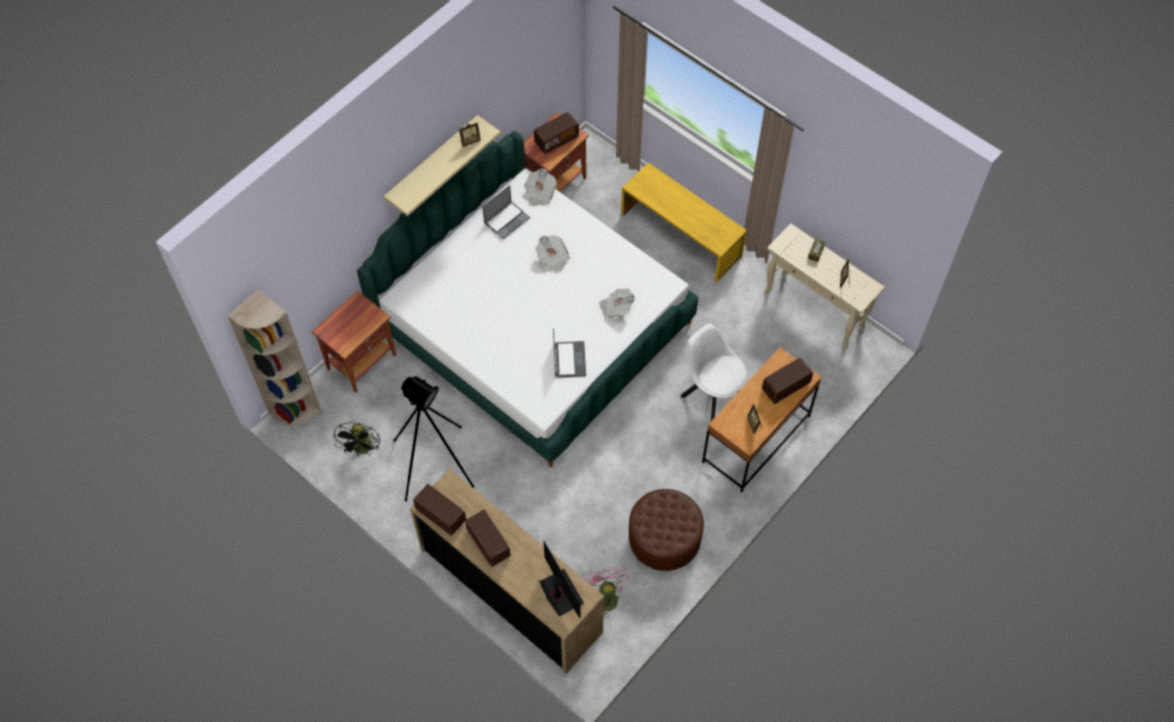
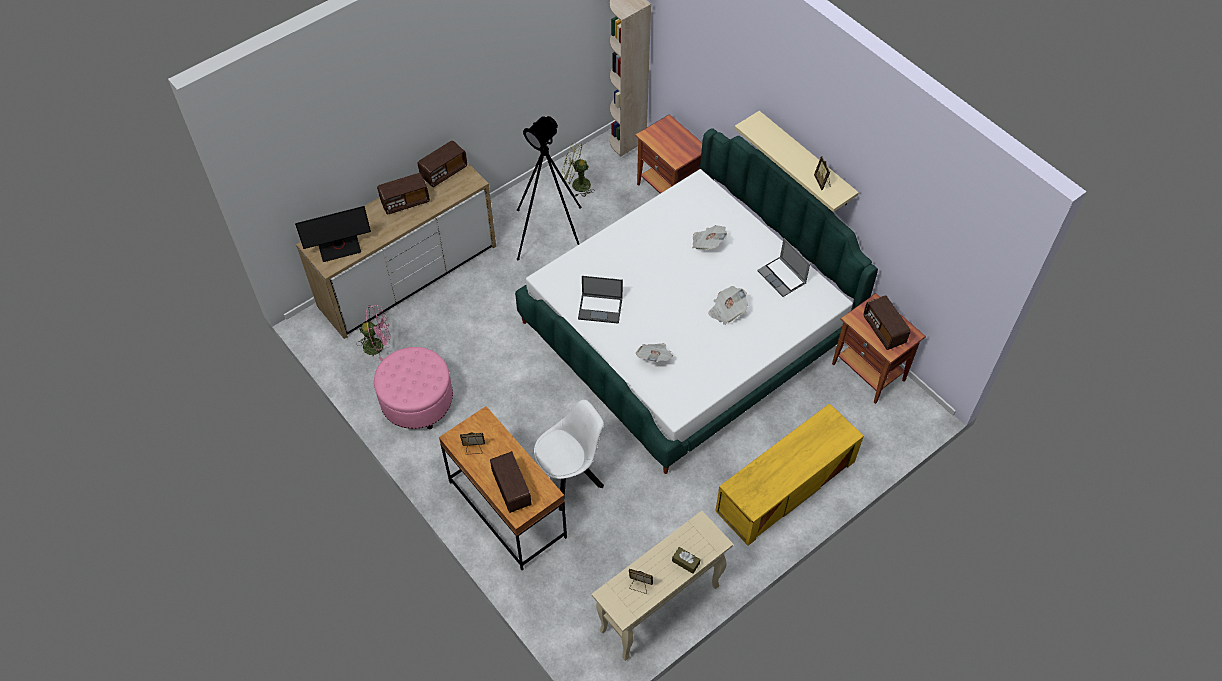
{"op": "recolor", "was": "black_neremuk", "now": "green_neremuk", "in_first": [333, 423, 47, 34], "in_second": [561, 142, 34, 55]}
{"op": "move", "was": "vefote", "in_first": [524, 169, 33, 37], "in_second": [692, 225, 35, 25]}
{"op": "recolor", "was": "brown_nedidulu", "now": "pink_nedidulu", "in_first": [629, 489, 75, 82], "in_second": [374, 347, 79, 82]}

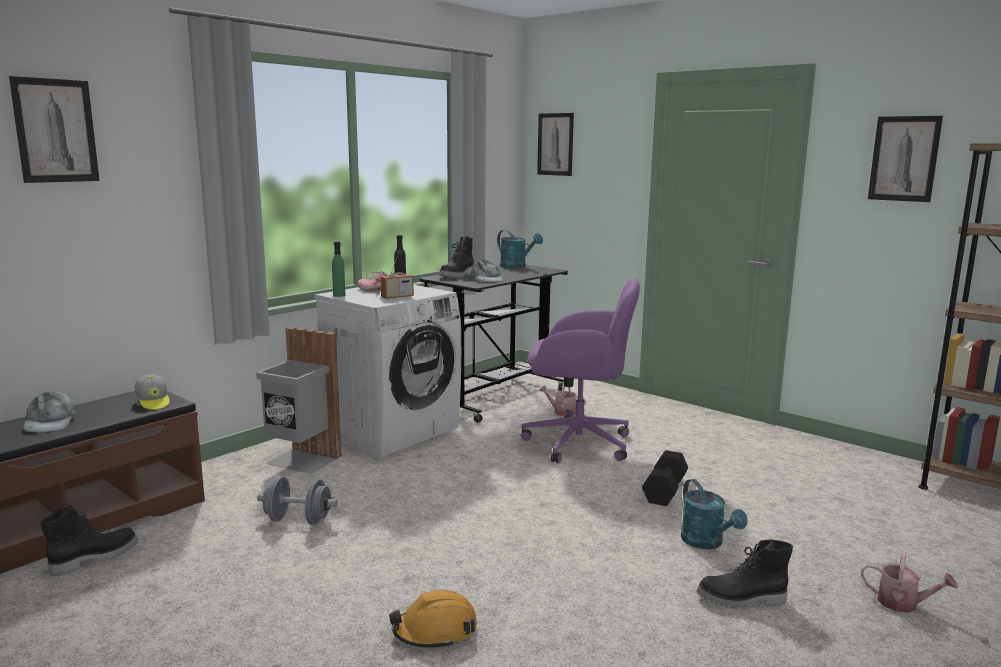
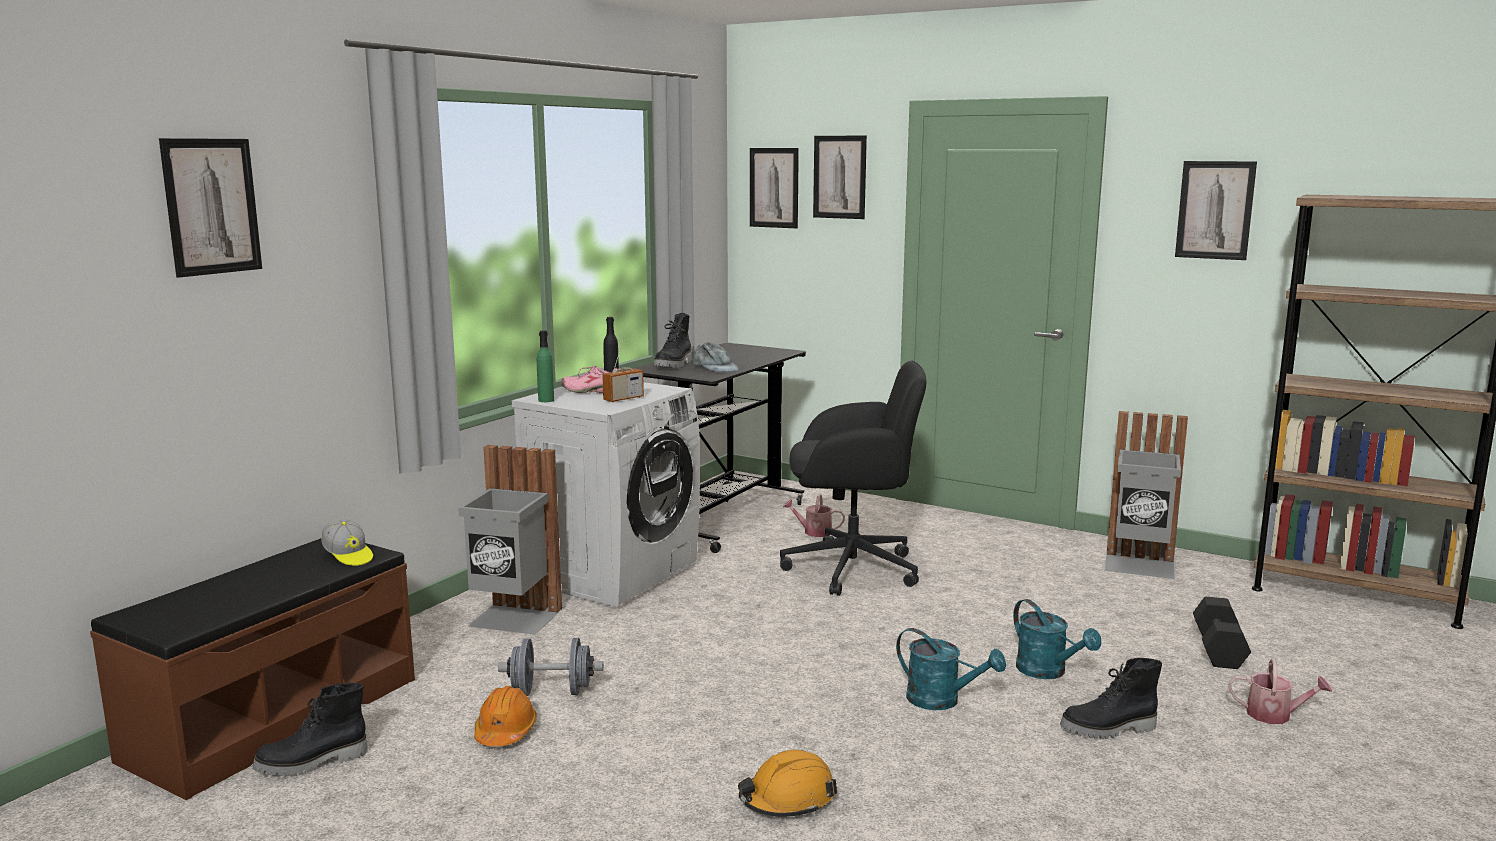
{"op": "delete", "was": "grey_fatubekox", "in_first": [23, 392, 53, 41]}
{"op": "rotate", "was": "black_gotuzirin", "in_first": [40, 505, 98, 72], "in_second": [253, 683, 115, 93], "clockwise": -150}
{"op": "move", "was": "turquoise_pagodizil", "in_first": [497, 230, 46, 38], "in_second": [896, 628, 110, 82]}
{"op": "recolor", "was": "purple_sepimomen", "now": "black_sepimomen", "in_first": [521, 278, 119, 185], "in_second": [780, 361, 146, 235]}
{"op": "move", "was": "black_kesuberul", "in_first": [642, 450, 46, 56], "in_second": [1193, 597, 58, 72]}
{"op": "insert", "now": "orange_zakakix", "in_second": [474, 686, 63, 60]}
{"op": "insert", "now": "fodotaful", "in_second": [813, 136, 54, 83]}
{"op": "insert", "now": "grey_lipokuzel", "in_second": [1105, 411, 83, 168]}

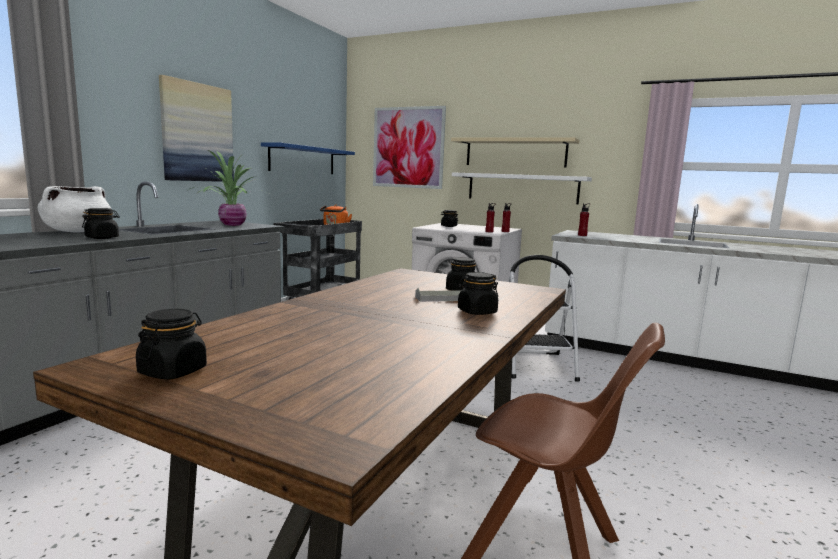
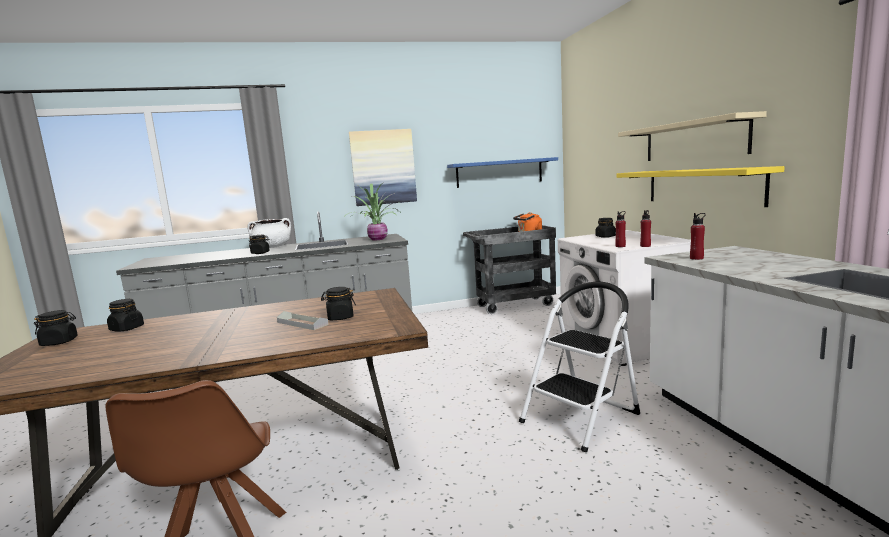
{"op": "delete", "was": "fodotaful", "in_first": [373, 106, 73, 83]}
{"op": "recolor", "was": "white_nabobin", "now": "yellow_nabobin", "in_first": [452, 172, 140, 32], "in_second": [616, 166, 169, 41]}
{"op": "move", "was": "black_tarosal", "in_first": [458, 272, 40, 43], "in_second": [107, 299, 37, 33]}

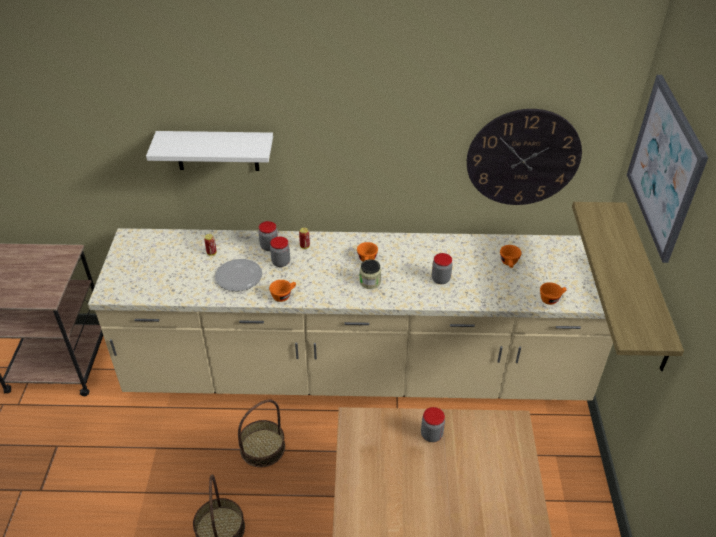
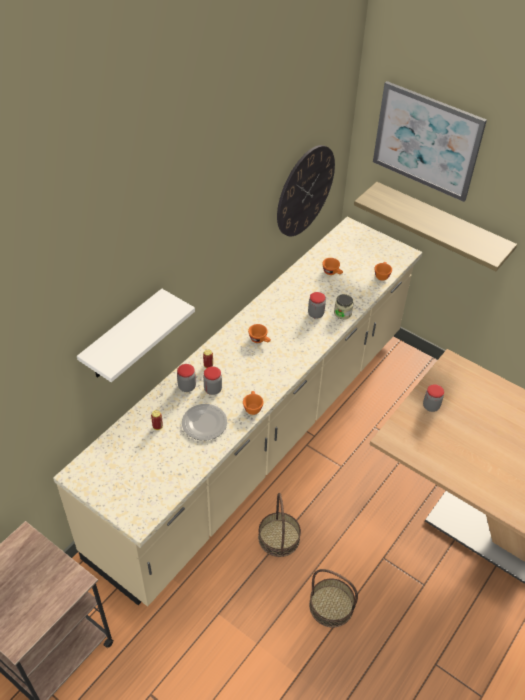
{"op": "move", "was": "tarosal", "in_first": [360, 259, 21, 30], "in_second": [334, 294, 19, 25]}

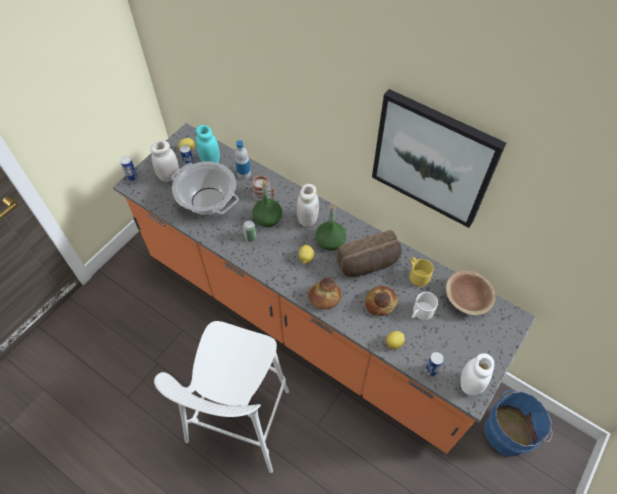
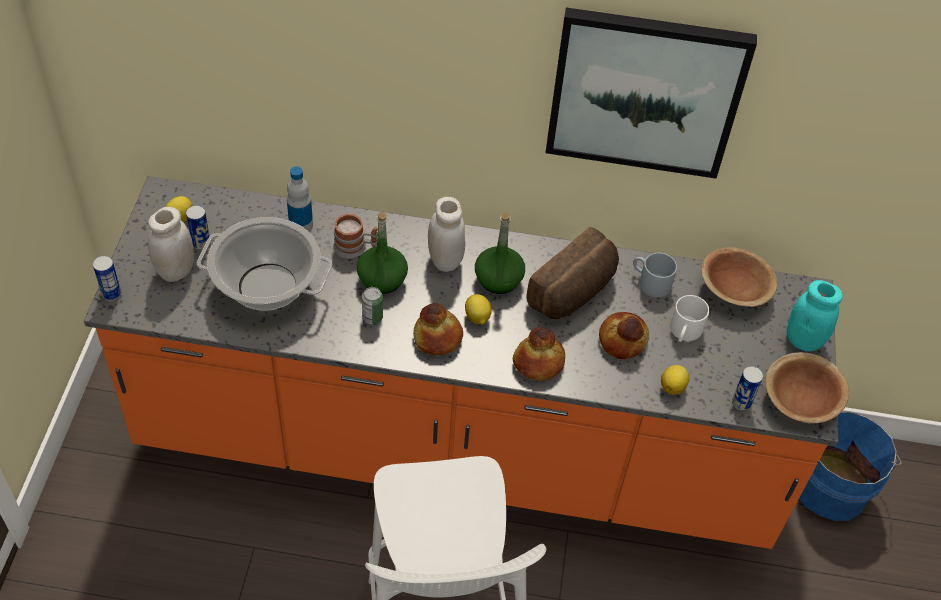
{"op": "move", "was": "turquoise_tarosal", "in_first": [196, 125, 24, 38], "in_second": [787, 280, 56, 72]}
{"op": "recolor", "was": "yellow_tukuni", "now": "grey_tukuni", "in_first": [410, 257, 23, 30], "in_second": [633, 253, 44, 45]}
{"op": "replace", "was": "white_tarosal", "now": "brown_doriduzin", "in_first": [461, 353, 33, 43], "in_second": [765, 352, 84, 72]}
{"op": "insert", "now": "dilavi", "in_second": [413, 303, 50, 52]}

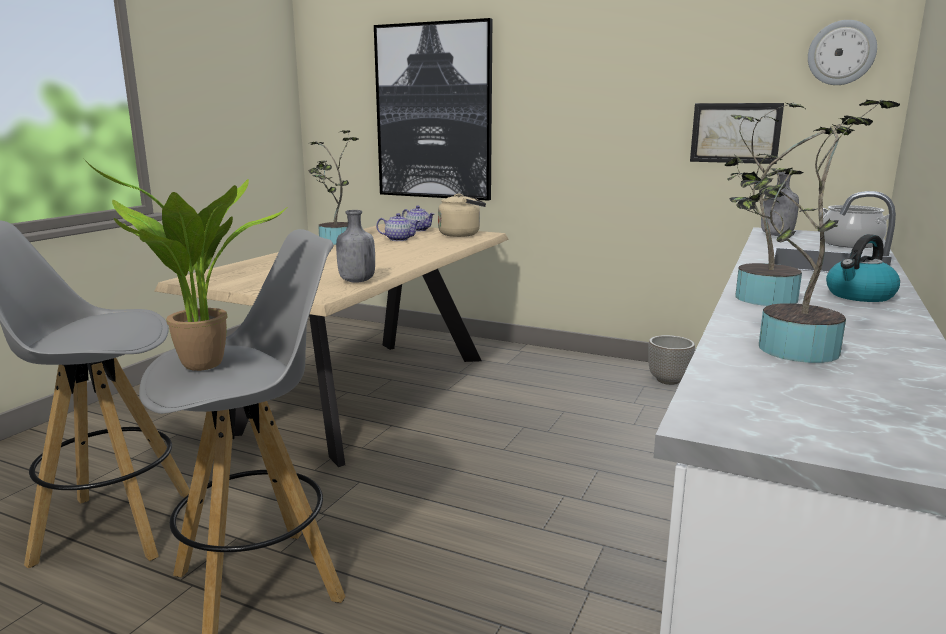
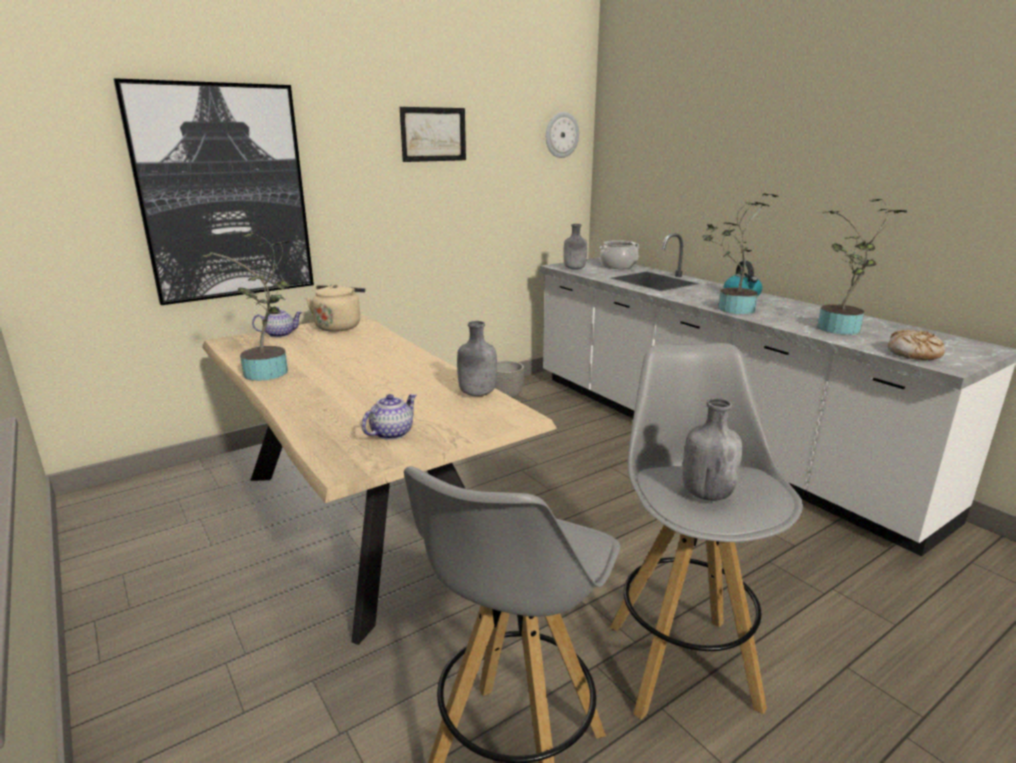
{"op": "replace", "was": "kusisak", "now": "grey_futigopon", "in_first": [82, 157, 205, 214], "in_second": [682, 398, 60, 103]}
{"op": "move", "was": "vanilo", "in_first": [376, 213, 44, 28], "in_second": [362, 394, 55, 46]}
{"op": "move", "was": "fodotaful", "in_first": [690, 103, 94, 61], "in_second": [400, 107, 66, 55]}
{"op": "insert", "now": "dilavi", "in_second": [888, 330, 57, 30]}

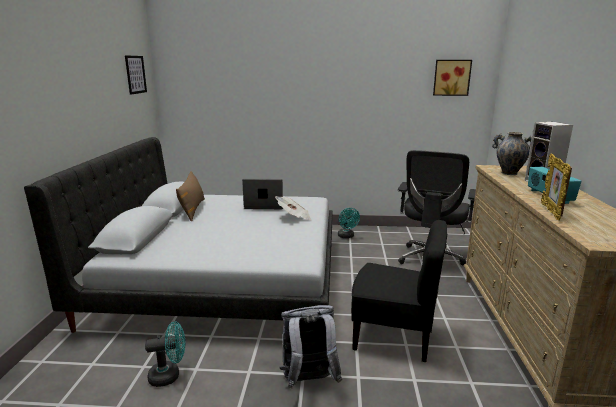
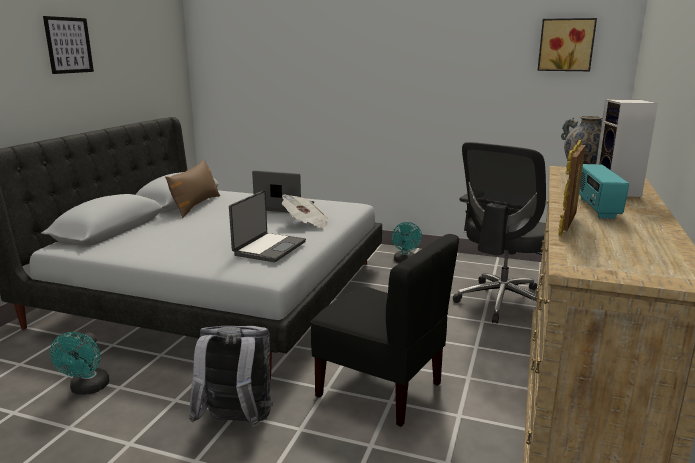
{"op": "move", "was": "fodotaful", "in_first": [125, 55, 22, 40], "in_second": [43, 16, 51, 58]}
{"op": "rotate", "was": "turquoise_neremuk", "in_first": [145, 322, 40, 65], "in_second": [50, 332, 60, 63], "clockwise": 90}
{"op": "insert", "now": "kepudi", "in_second": [229, 191, 77, 71]}

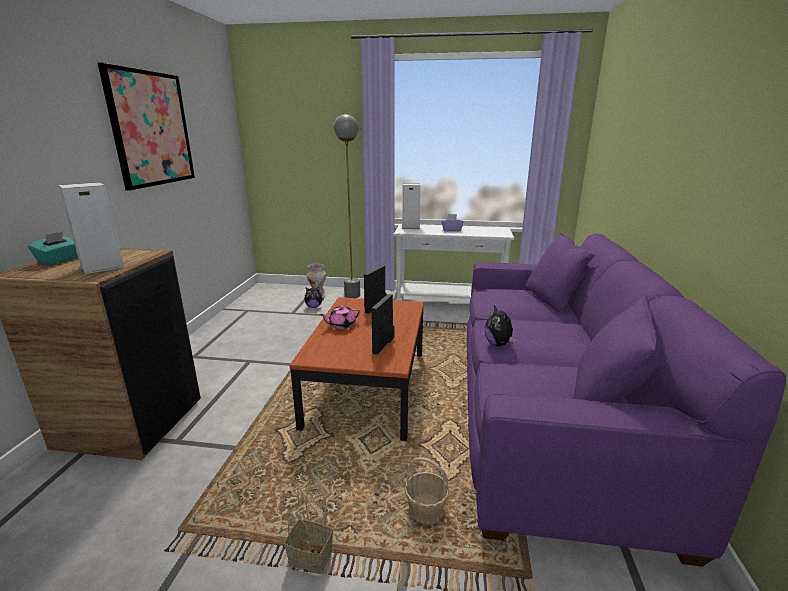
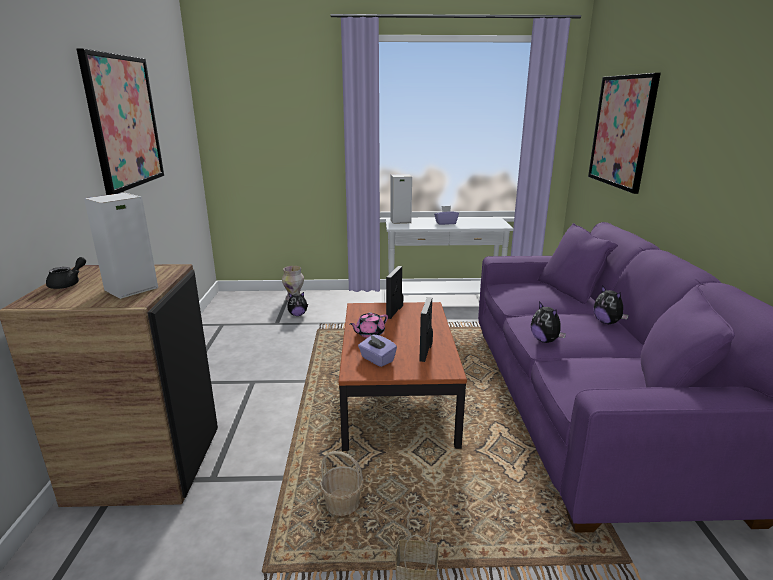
{"op": "replace", "was": "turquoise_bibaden", "now": "black_vanilo", "in_first": [28, 231, 50, 34], "in_second": [46, 257, 40, 32]}
{"op": "delete", "was": "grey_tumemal", "in_first": [334, 114, 26, 184]}
{"op": "move", "was": "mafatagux", "in_first": [404, 457, 45, 67], "in_second": [320, 451, 44, 65]}
{"op": "insert", "now": "purple_bibaden", "in_second": [358, 334, 39, 33]}
{"op": "insert", "now": "fodotaful", "in_second": [588, 73, 73, 121]}
{"op": "insert", "now": "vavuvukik", "in_second": [594, 285, 35, 39]}

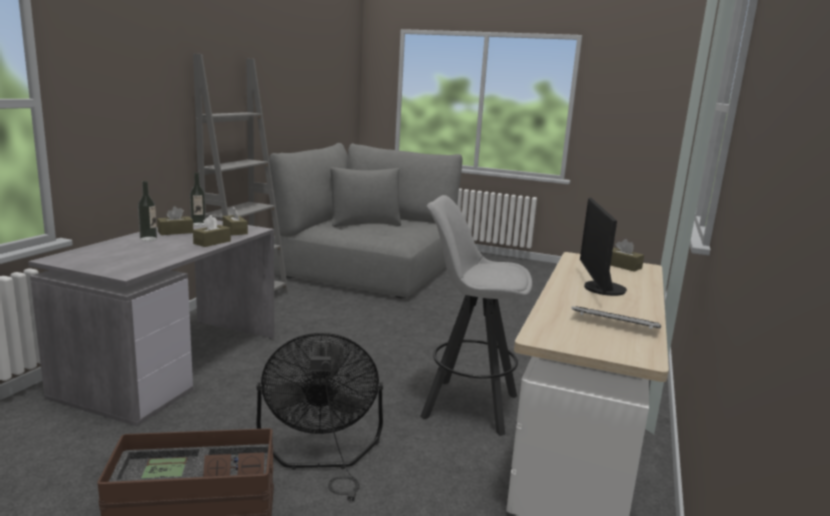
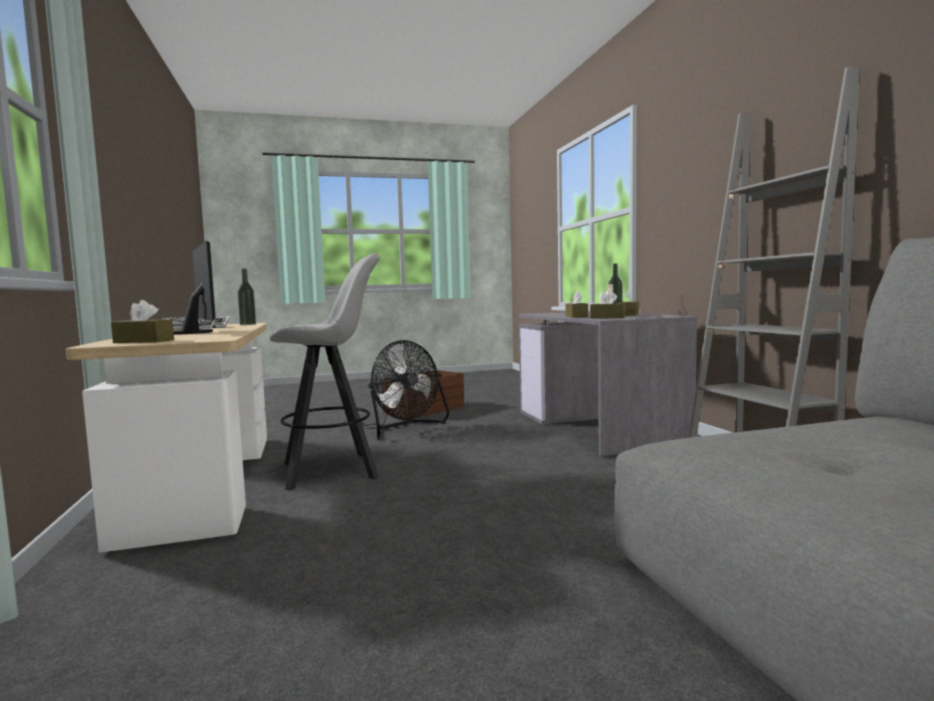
{"op": "move", "was": "futigopon", "in_first": [190, 172, 16, 54], "in_second": [238, 269, 18, 56]}

